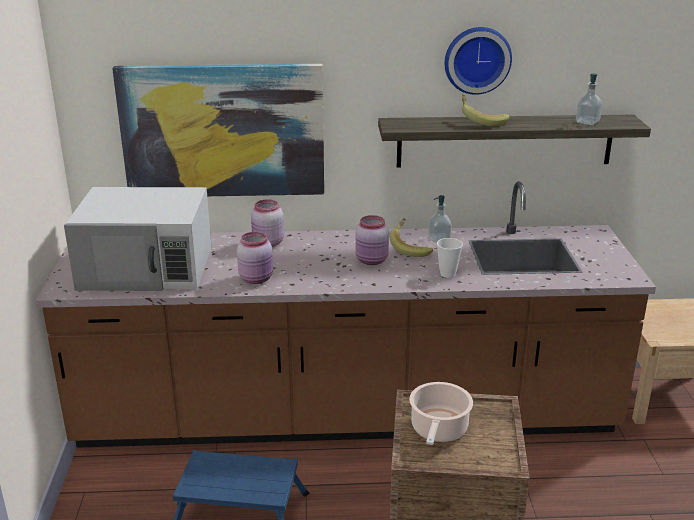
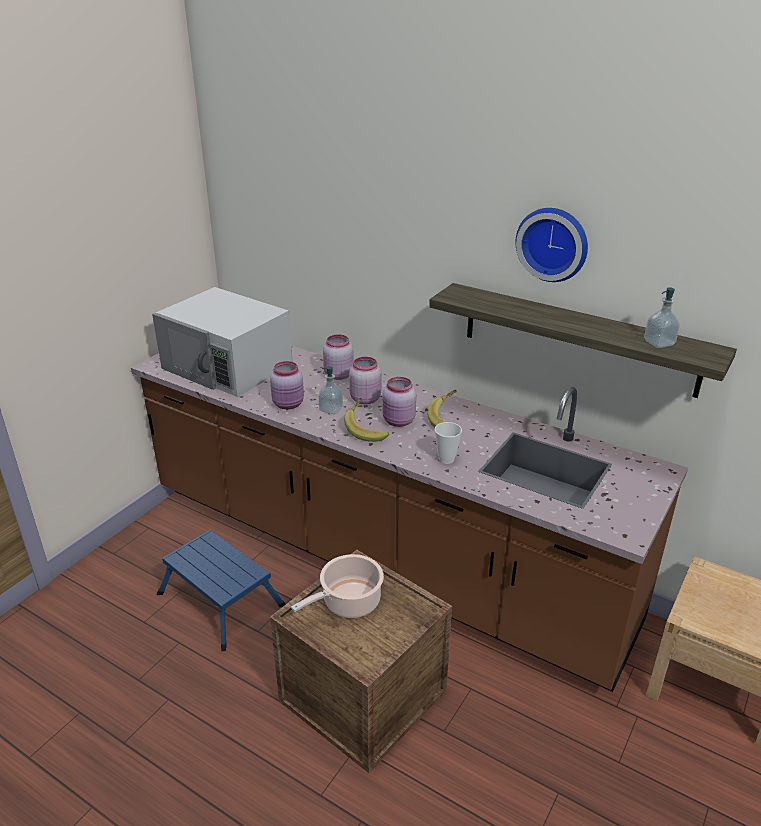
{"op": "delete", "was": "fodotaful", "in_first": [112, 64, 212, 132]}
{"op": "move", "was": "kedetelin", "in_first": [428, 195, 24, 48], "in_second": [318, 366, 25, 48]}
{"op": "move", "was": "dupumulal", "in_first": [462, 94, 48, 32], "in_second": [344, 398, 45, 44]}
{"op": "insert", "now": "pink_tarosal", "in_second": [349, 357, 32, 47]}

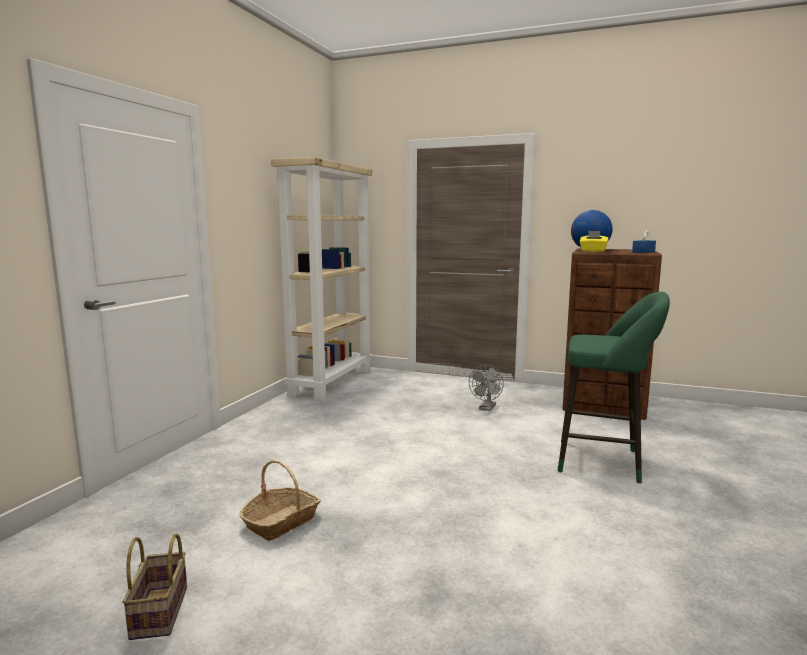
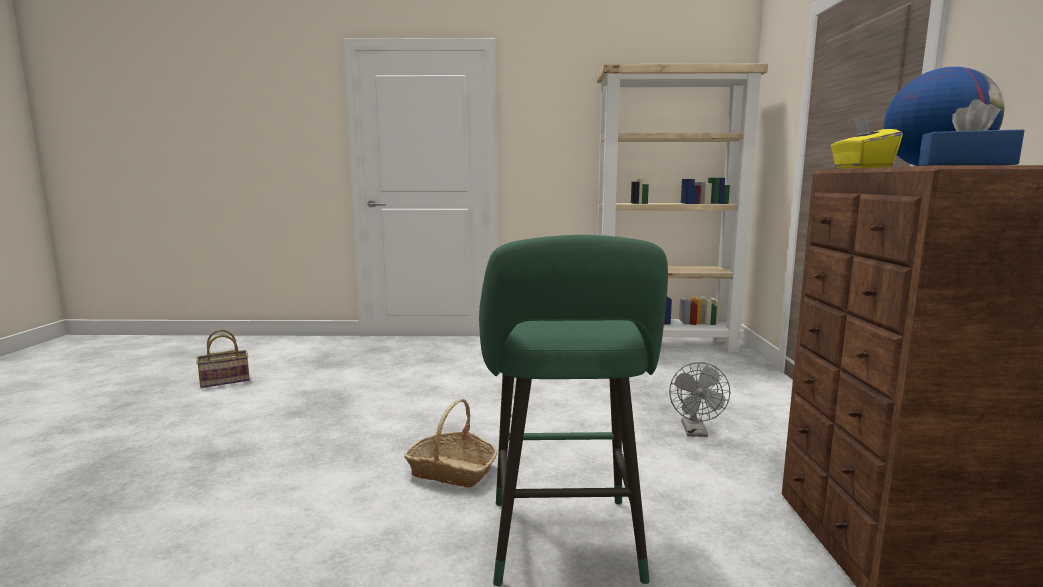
{"op": "move", "was": "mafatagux", "in_first": [240, 460, 81, 81], "in_second": [404, 398, 93, 90]}
{"op": "rotate", "was": "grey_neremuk", "in_first": [469, 365, 35, 46], "in_second": [669, 362, 61, 75], "clockwise": -90}

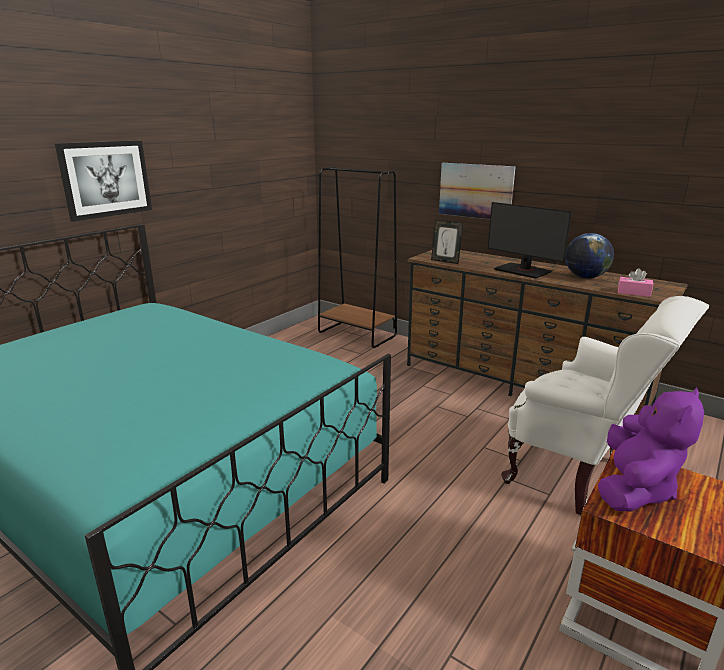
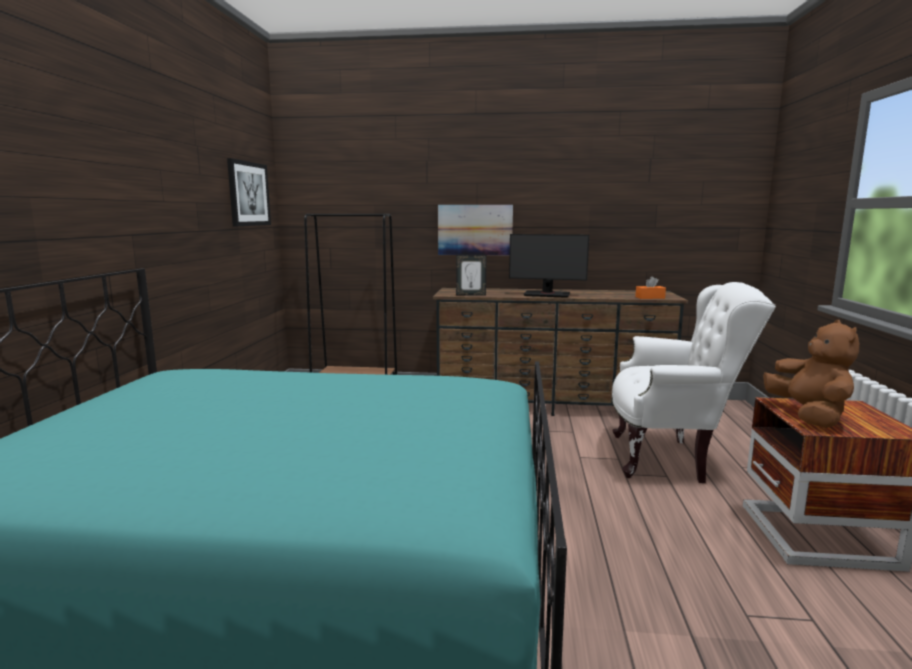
{"op": "move", "was": "fodotaful", "in_first": [55, 140, 97, 82], "in_second": [227, 158, 44, 68]}
{"op": "delete", "was": "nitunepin", "in_first": [565, 233, 49, 45]}
{"op": "recolor", "was": "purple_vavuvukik", "now": "brown_vavuvukik", "in_first": [598, 388, 106, 124], "in_second": [763, 320, 96, 108]}
{"op": "recolor", "was": "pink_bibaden", "now": "orange_bibaden", "in_first": [618, 268, 35, 29], "in_second": [635, 276, 31, 23]}

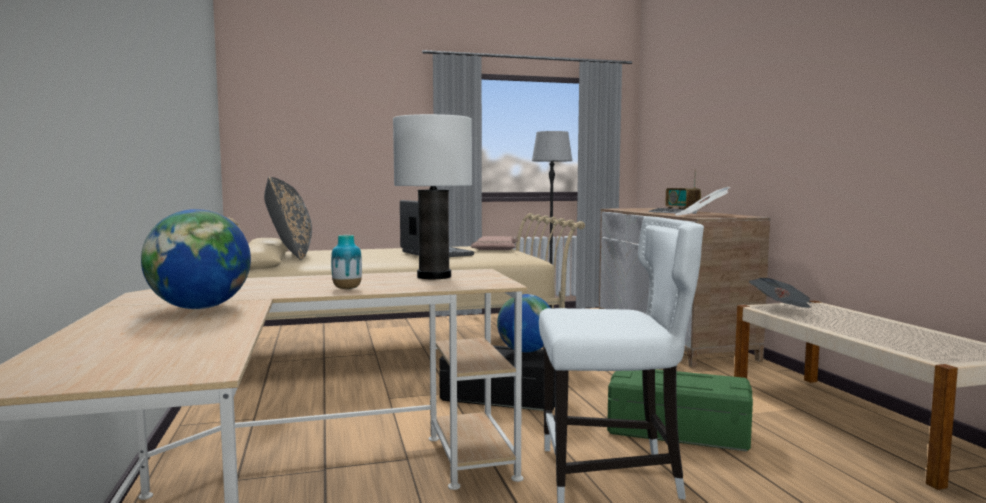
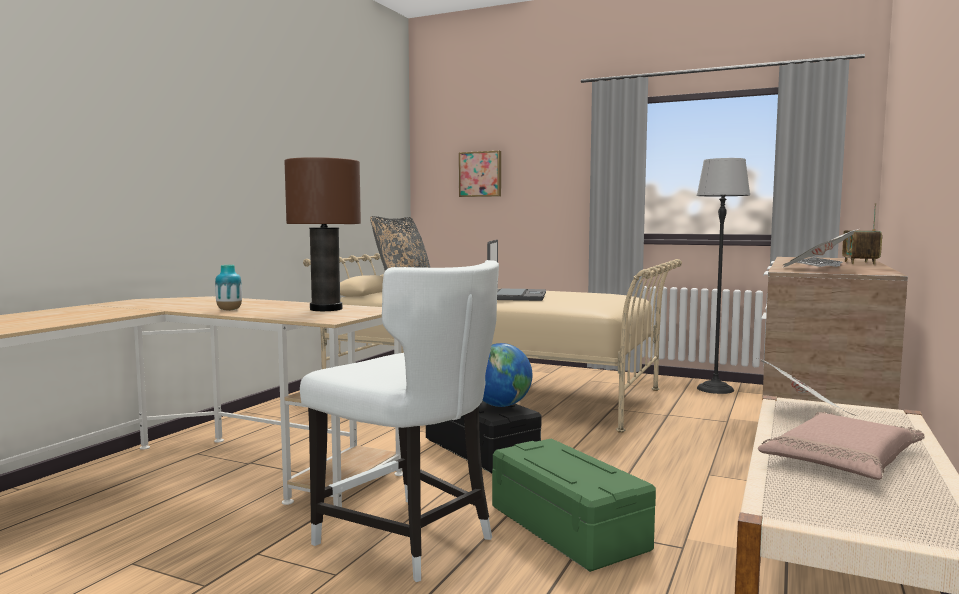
{"op": "delete", "was": "nitunepin", "in_first": [141, 209, 110, 100]}
{"op": "recolor", "was": "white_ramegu", "now": "brown_ramegu", "in_first": [393, 114, 79, 165], "in_second": [284, 157, 77, 154]}
{"op": "move", "was": "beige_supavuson", "in_first": [471, 236, 47, 14], "in_second": [758, 412, 167, 68]}
{"op": "insert", "now": "fodotaful", "in_second": [459, 151, 42, 46]}

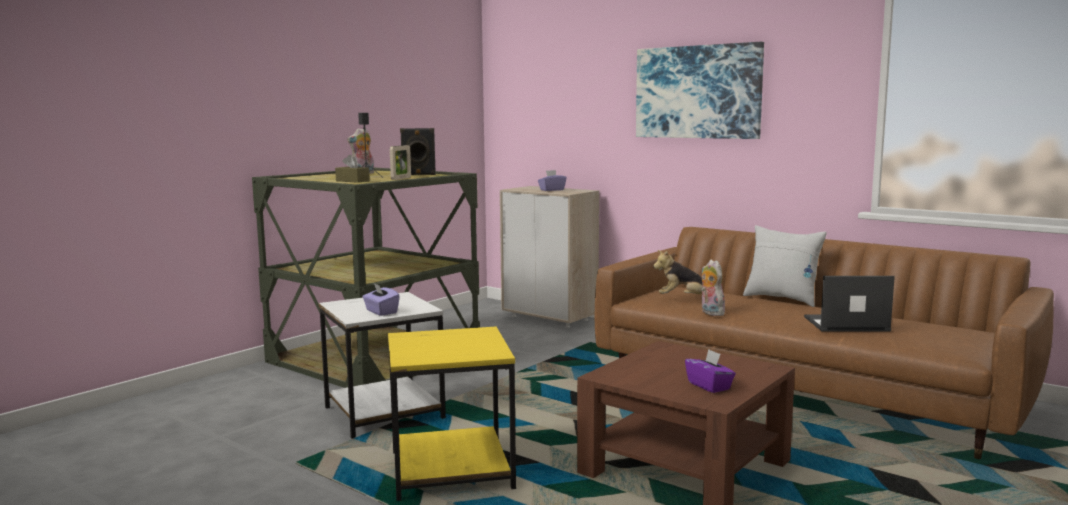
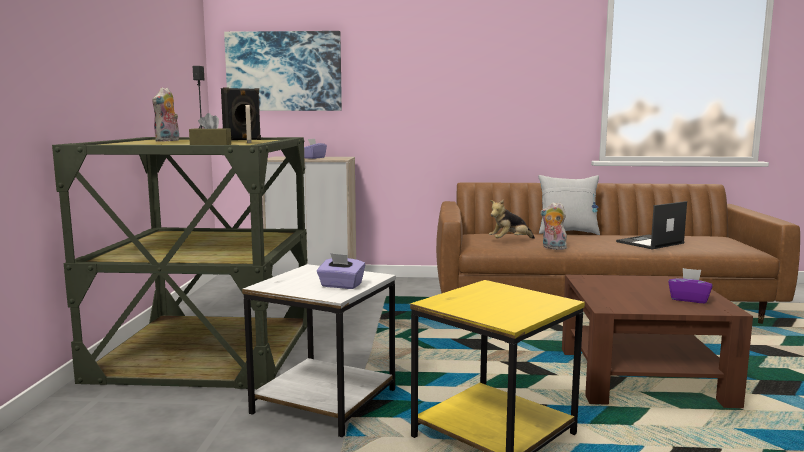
{"op": "move", "was": "fodotaful", "in_first": [636, 42, 128, 97], "in_second": [224, 31, 118, 80]}

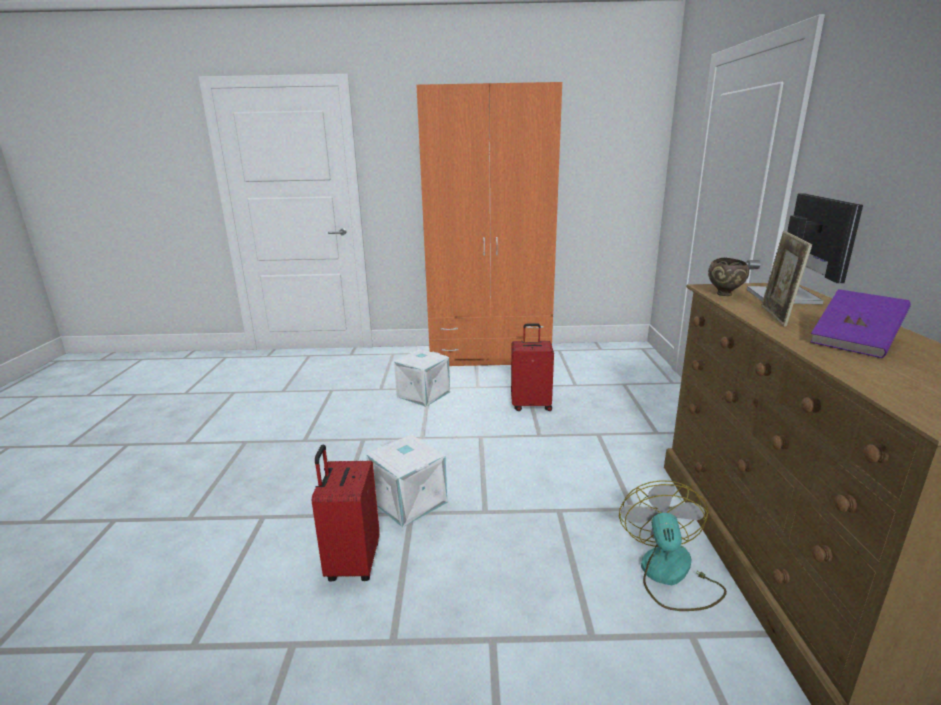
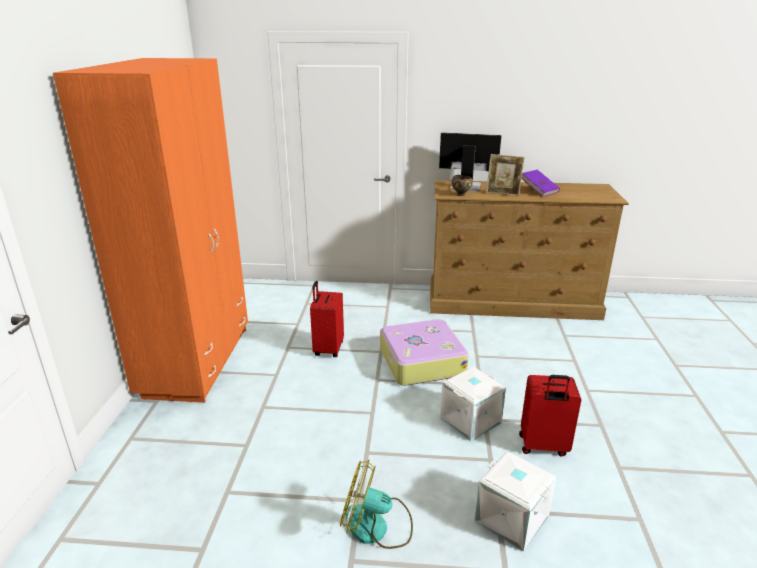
{"op": "move", "was": "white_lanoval", "in_first": [394, 349, 56, 58], "in_second": [475, 451, 81, 101]}
{"op": "move", "was": "neremuk", "in_first": [619, 480, 108, 131], "in_second": [340, 459, 73, 90]}
{"op": "insert", "now": "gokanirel", "in_second": [380, 319, 89, 67]}

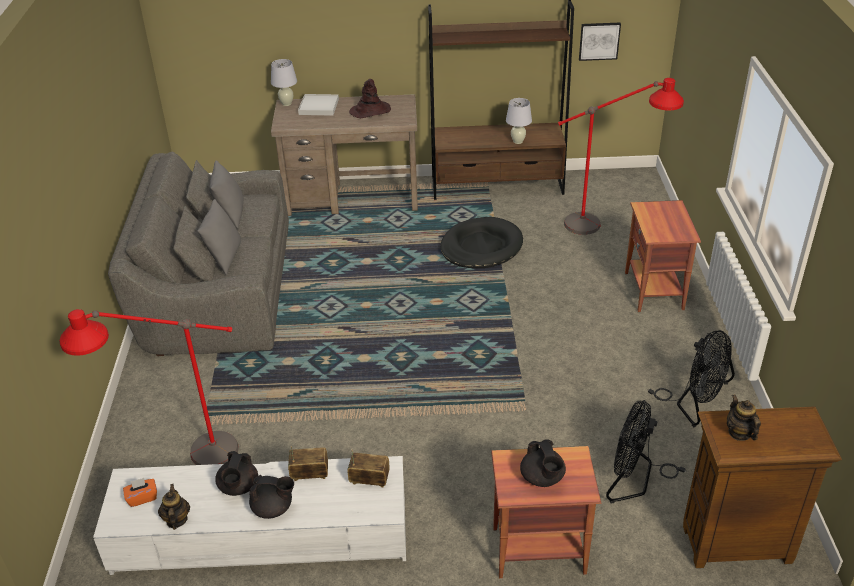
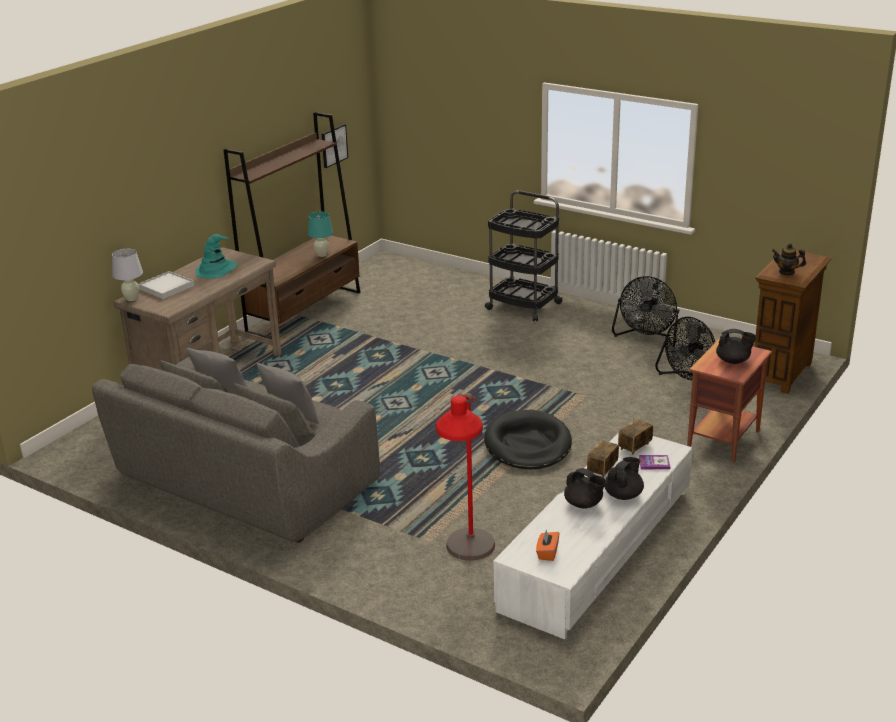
{"op": "delete", "was": "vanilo", "in_first": [158, 484, 32, 46]}
{"op": "recolor", "was": "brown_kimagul", "now": "turquoise_kimagul", "in_first": [349, 79, 42, 39], "in_second": [196, 234, 42, 44]}
{"op": "move", "was": "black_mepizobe", "in_first": [440, 217, 83, 51], "in_second": [484, 410, 88, 59]}
{"op": "recolor", "was": "white_ramegu", "now": "turquoise_ramegu", "in_first": [506, 98, 26, 46], "in_second": [307, 212, 26, 45]}
{"op": "delete", "was": "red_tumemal", "in_first": [558, 78, 126, 157]}
{"op": "replace", "was": "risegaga", "now": "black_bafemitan", "in_first": [625, 200, 76, 112], "in_second": [485, 191, 77, 130]}
{"op": "rotate", "was": "black_neremuk", "in_first": [648, 330, 87, 97], "in_second": [612, 276, 67, 71], "clockwise": 135}
{"op": "insert", "now": "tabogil", "in_second": [639, 455, 31, 14]}

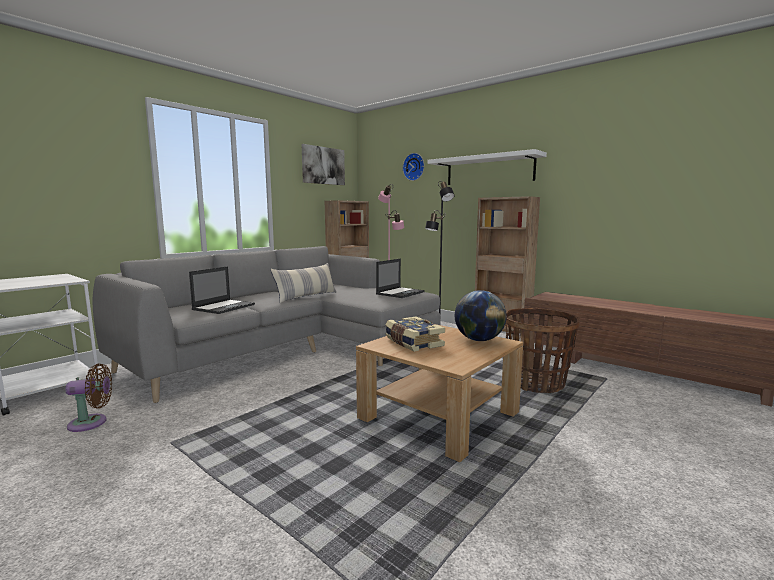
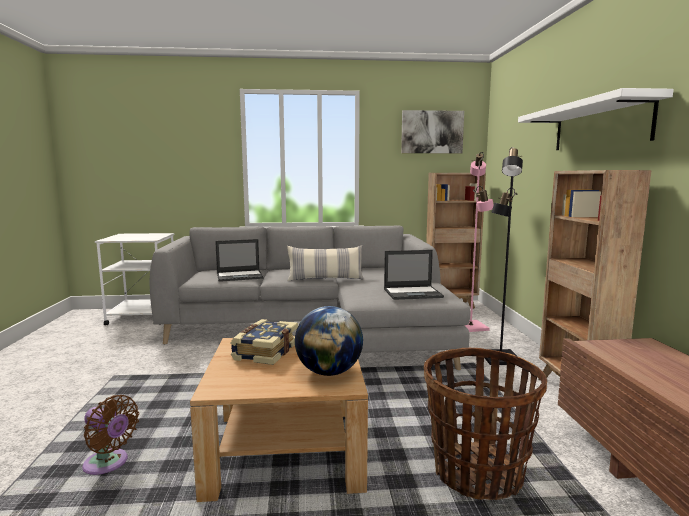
{"op": "move", "was": "brown_neremuk", "in_first": [65, 364, 47, 68], "in_second": [82, 395, 57, 80]}
{"op": "delete", "was": "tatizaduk", "in_first": [403, 153, 21, 28]}

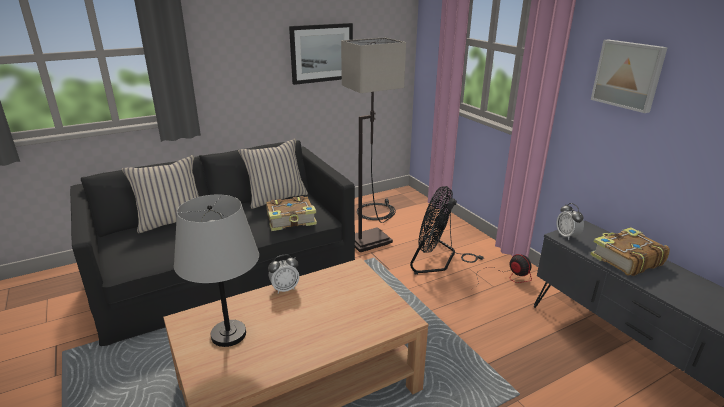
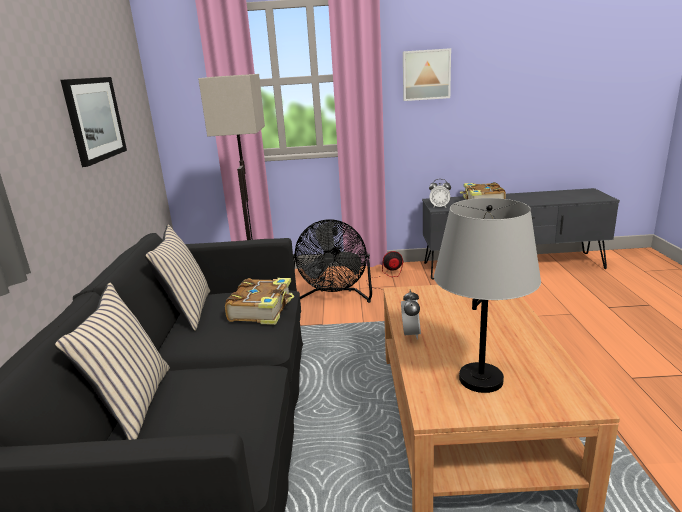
{"op": "rotate", "was": "black_neremuk", "in_first": [410, 186, 73, 88], "in_second": [293, 219, 79, 84], "clockwise": -45}

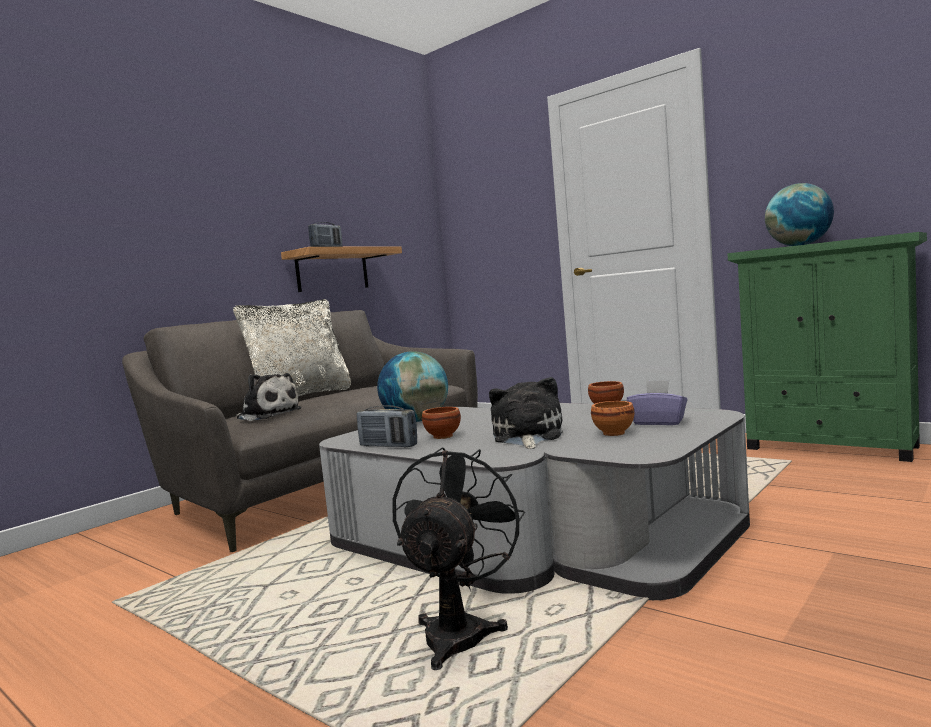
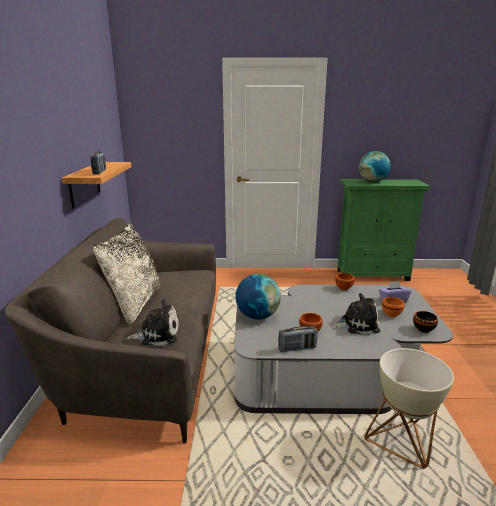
{"op": "replace", "was": "black_neremuk", "now": "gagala", "in_first": [392, 447, 133, 223], "in_second": [364, 348, 90, 121]}
{"op": "rotate", "was": "vavuvukik", "in_first": [489, 377, 74, 72], "in_second": [330, 293, 50, 42], "clockwise": 120}
{"op": "insert", "now": "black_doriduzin", "in_second": [413, 311, 25, 22]}

